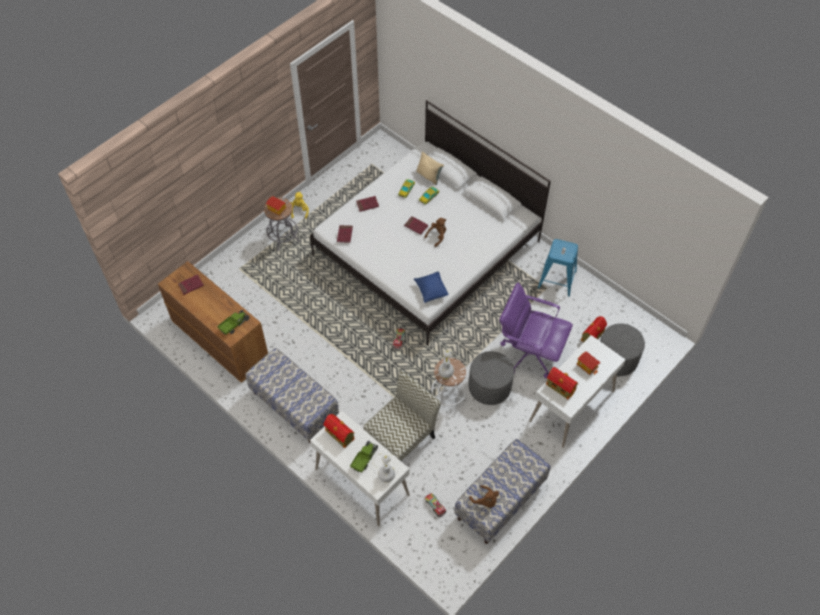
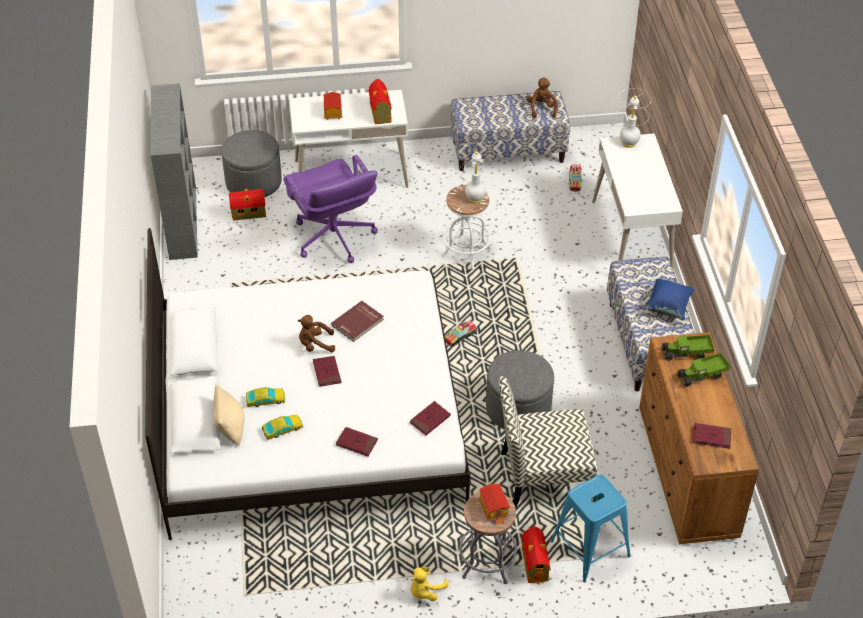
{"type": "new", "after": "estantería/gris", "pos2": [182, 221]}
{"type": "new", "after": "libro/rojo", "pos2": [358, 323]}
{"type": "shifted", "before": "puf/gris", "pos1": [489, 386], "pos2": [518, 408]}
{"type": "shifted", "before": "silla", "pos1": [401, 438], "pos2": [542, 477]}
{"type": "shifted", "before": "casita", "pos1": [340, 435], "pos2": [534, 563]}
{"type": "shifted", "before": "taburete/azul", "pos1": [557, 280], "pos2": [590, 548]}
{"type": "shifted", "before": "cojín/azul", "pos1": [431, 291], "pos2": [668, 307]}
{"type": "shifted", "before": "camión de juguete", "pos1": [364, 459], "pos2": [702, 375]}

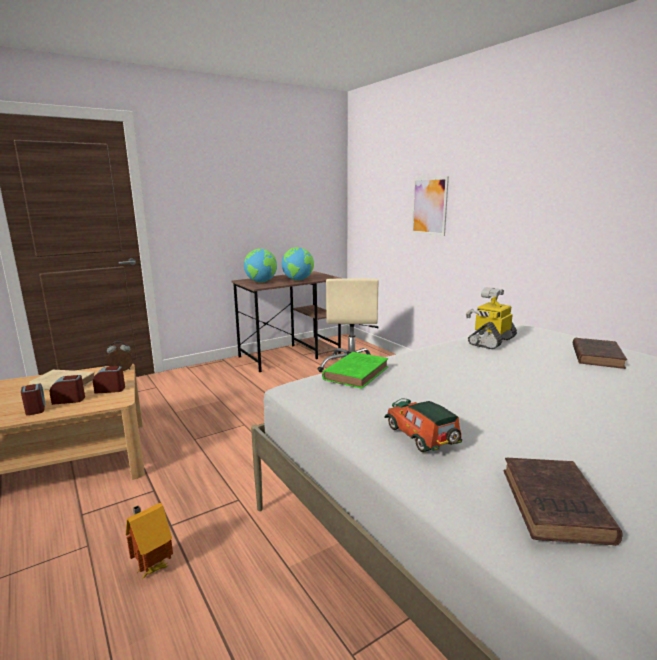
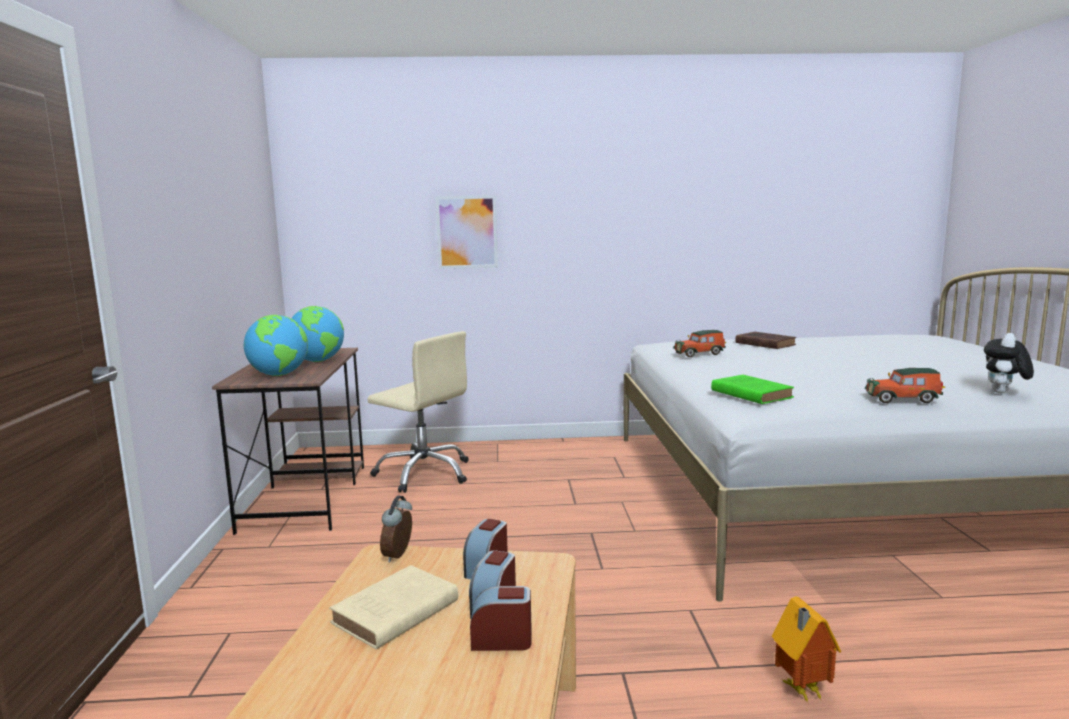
{"type": "swapped", "before": "robot de juguete", "after": "coche de juguete", "pos1": [491, 341], "pos2": [700, 354]}
{"type": "swapped", "before": "libro/marrón", "after": "peluche", "pos1": [555, 507], "pos2": [1003, 393]}

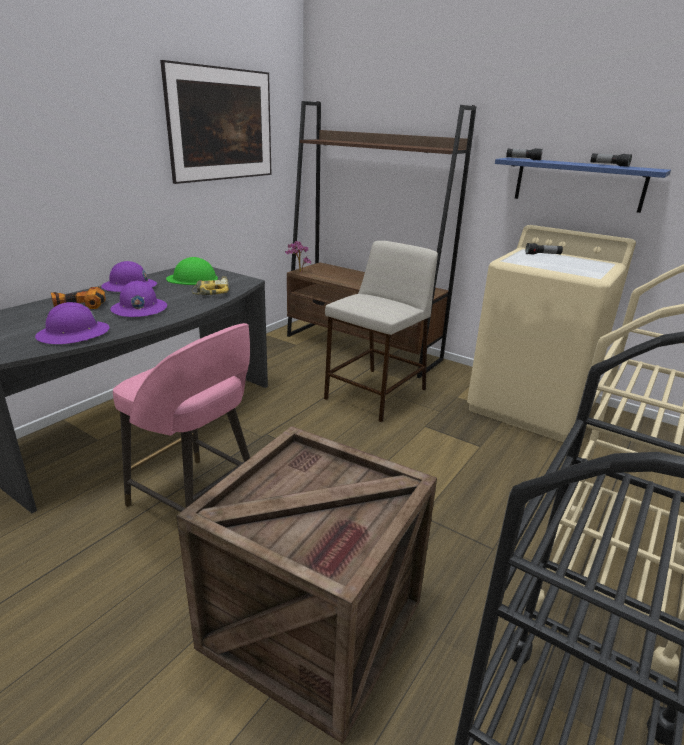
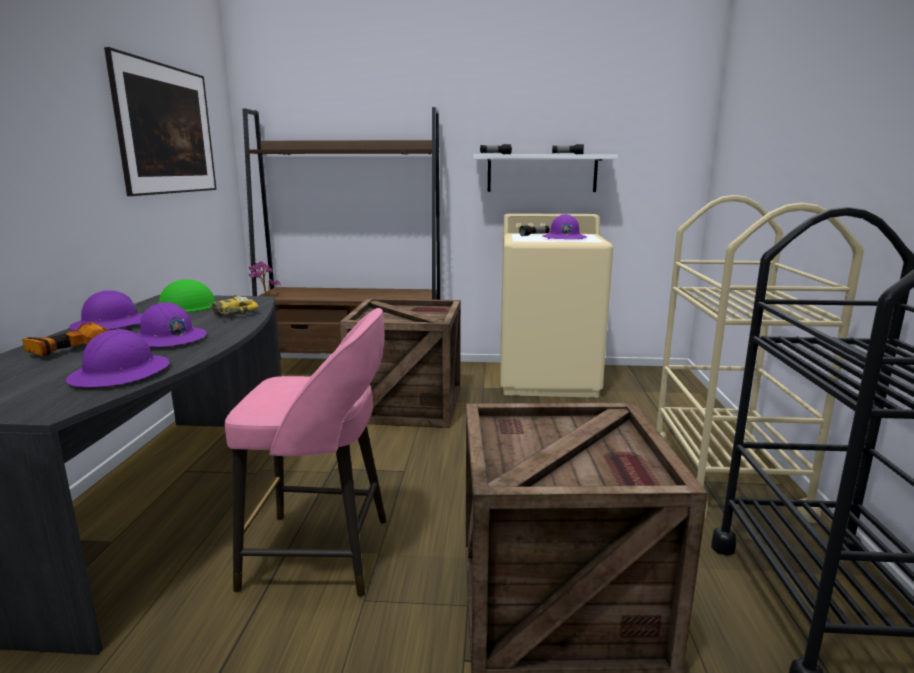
{"type": "swapped", "before": "taburete/beis", "after": "caja de embalaje", "pos1": [375, 394], "pos2": [409, 404]}
{"type": "repainted", "before": "estante/azul", "after": "estante/blanco", "pos1": [578, 184], "pos2": [542, 173]}
{"type": "new", "after": "casco/morado", "pos2": [564, 238]}

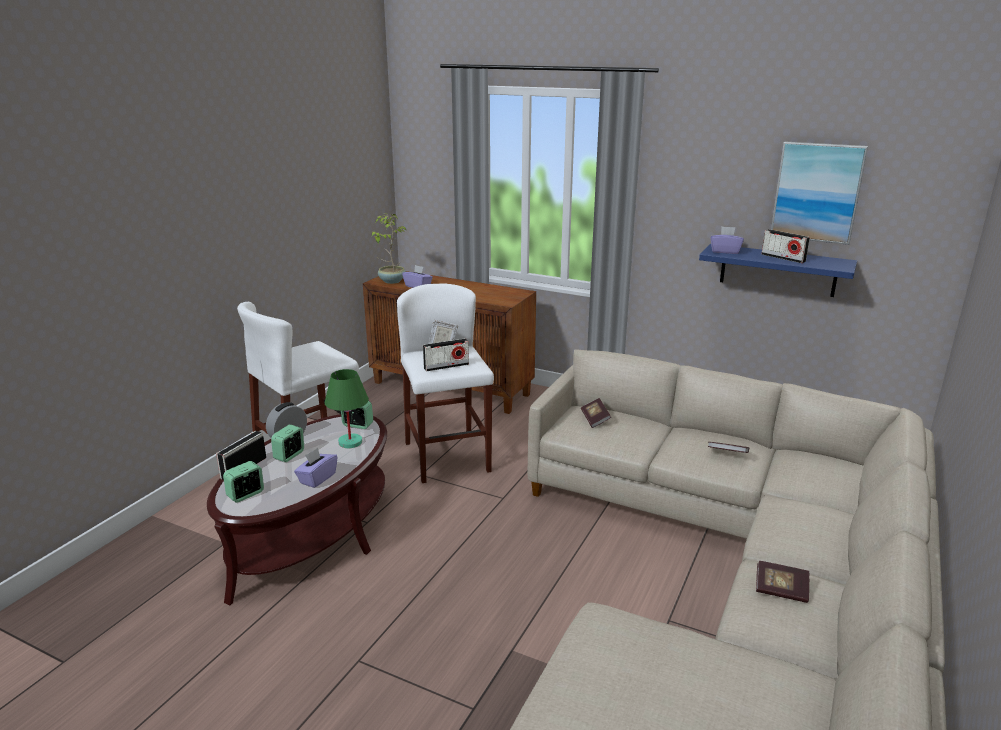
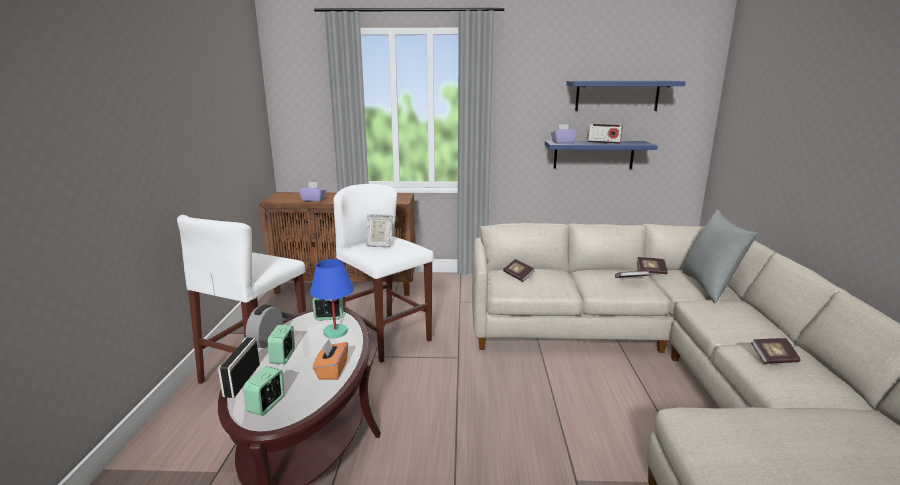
{"type": "repainted", "before": "lámpara de mesa/verde", "after": "lámpara de mesa/azul", "pos1": [350, 442], "pos2": [335, 332]}
{"type": "repainted", "before": "caja de pañuelos/morado", "after": "caja de pañuelos/naranja", "pos1": [317, 478], "pos2": [332, 370]}
{"type": "swapped", "before": "cuadro", "after": "estante/azul", "pos1": [817, 192], "pos2": [617, 95]}
{"type": "new", "after": "libro", "pos2": [651, 271]}
{"type": "new", "after": "cojín/gris", "pos2": [710, 287]}
{"type": "gone", "before": "planta en maceta", "pos1": [391, 281]}
{"type": "gone", "before": "radio", "pos1": [446, 366]}

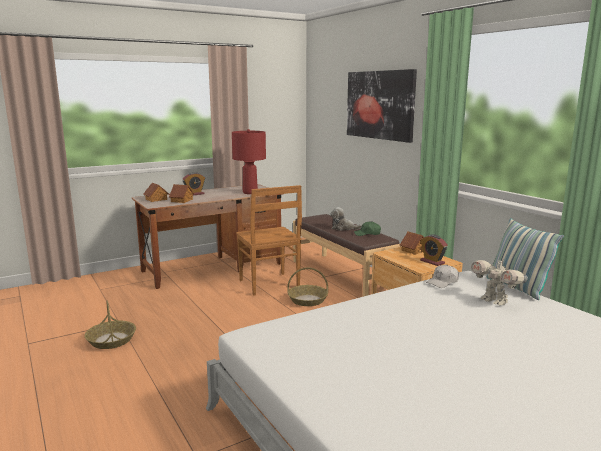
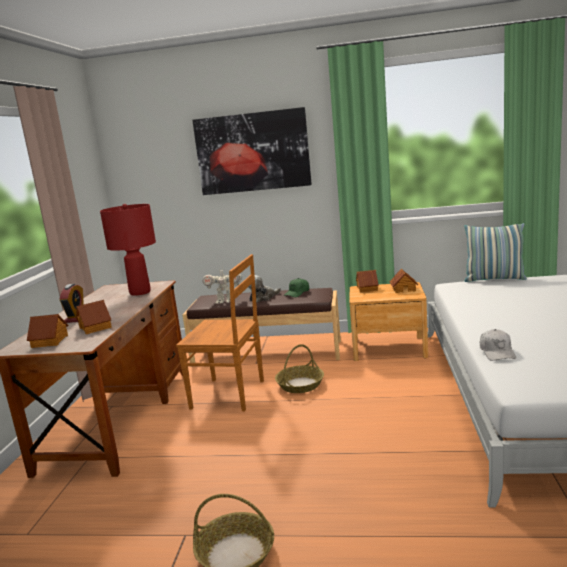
{"type": "shifted", "before": "robot de juguete", "pos1": [495, 301], "pos2": [225, 301]}
{"type": "swapped", "before": "despertador", "after": "casita", "pos1": [432, 262], "pos2": [404, 289]}
{"type": "shifted", "before": "gorra/blanco", "pos1": [443, 282], "pos2": [497, 352]}

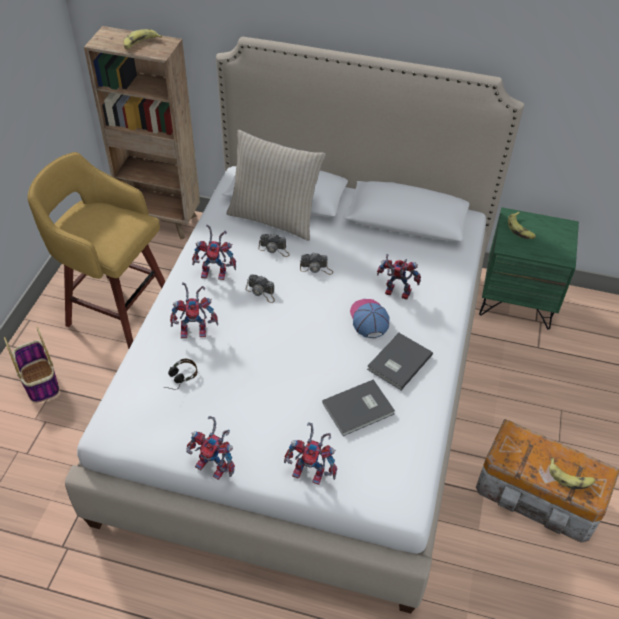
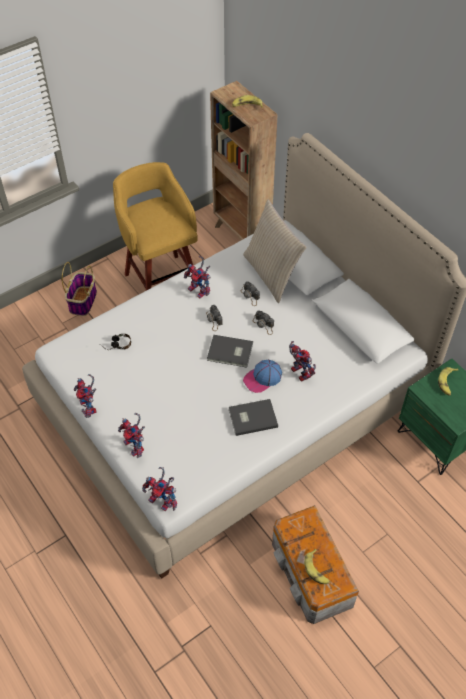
{"type": "shifted", "before": "robot de juguete", "pos1": [196, 330], "pos2": [163, 500]}
{"type": "shifted", "before": "libro/gris", "pos1": [360, 409], "pos2": [230, 353]}
{"type": "rotated", "before": "gorra", "pos1": [368, 319], "pos2": [262, 378], "turn": -150}

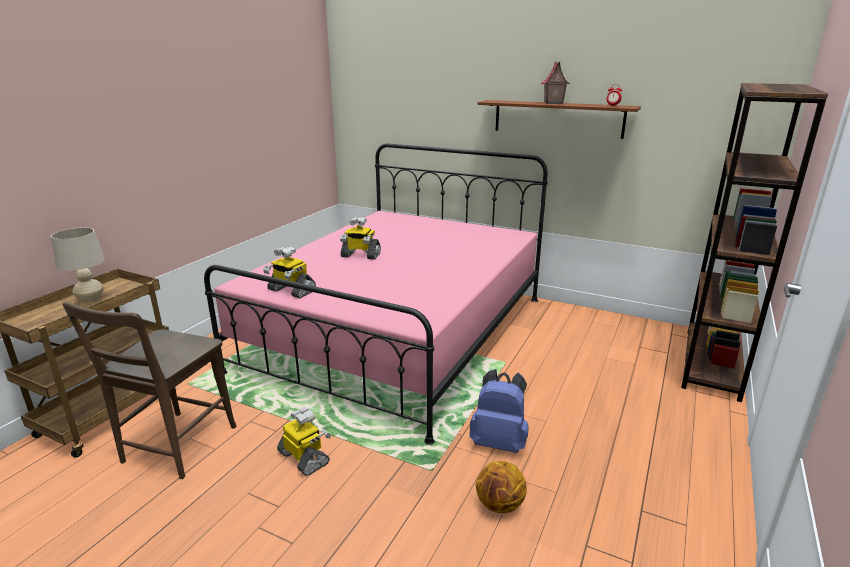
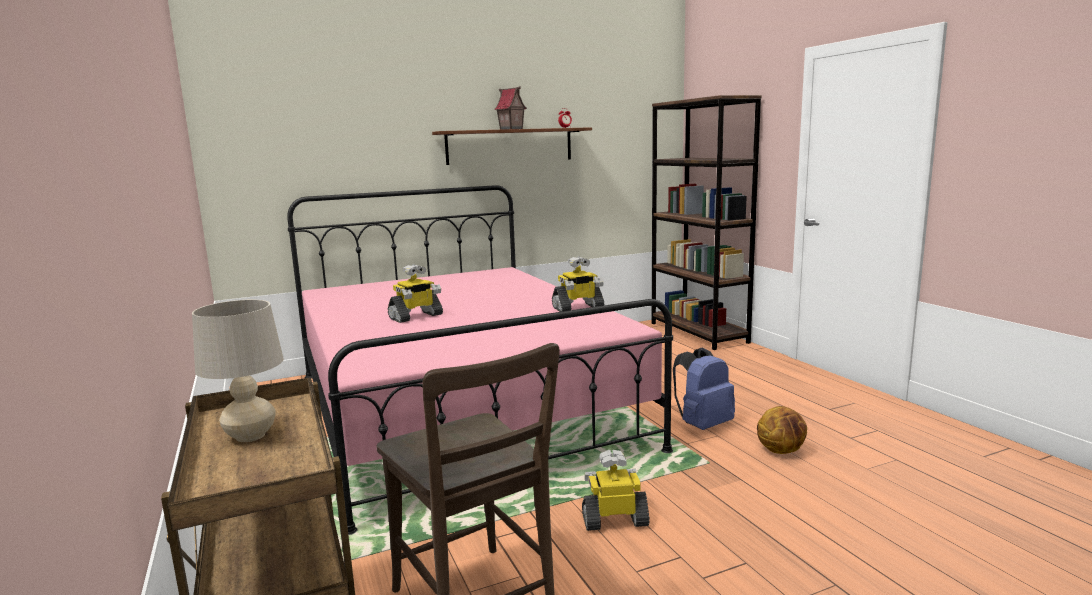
{"type": "shifted", "before": "robot de juguete", "pos1": [291, 291], "pos2": [578, 308]}

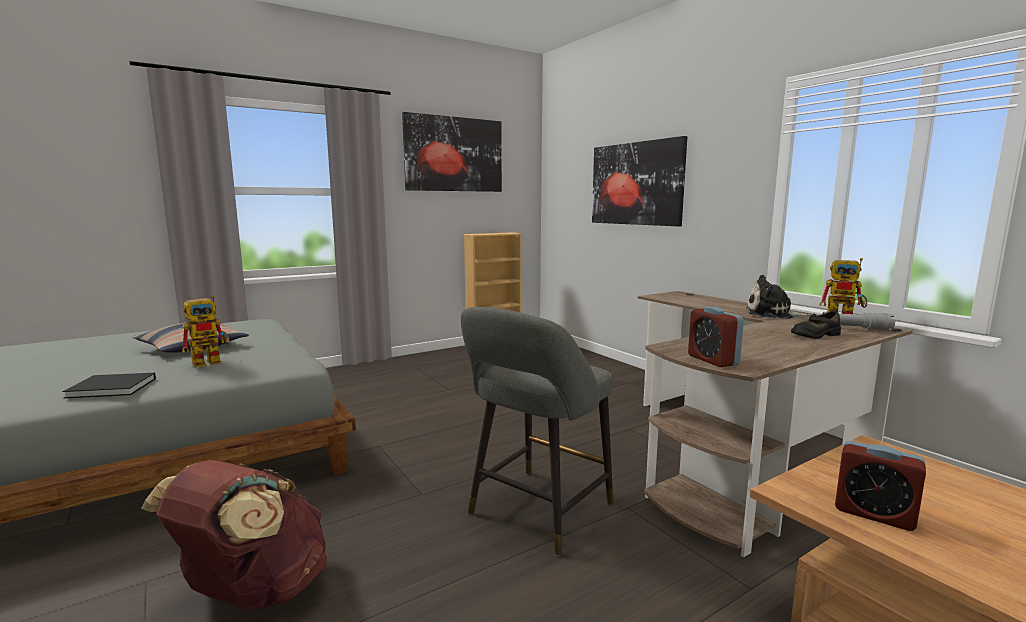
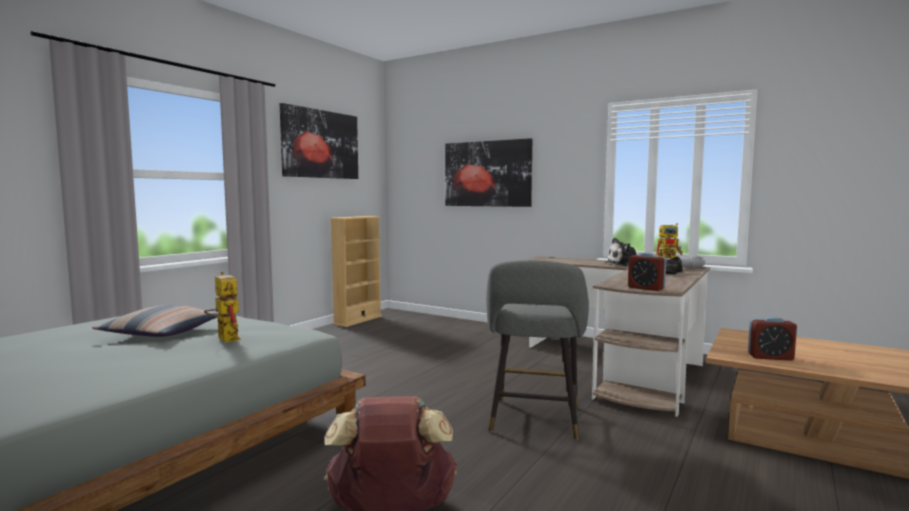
{"type": "rotated", "before": "robot de juguete", "pos1": [212, 361], "pos2": [225, 338], "turn": -60}
{"type": "gone", "before": "libro/negro", "pos1": [114, 388]}

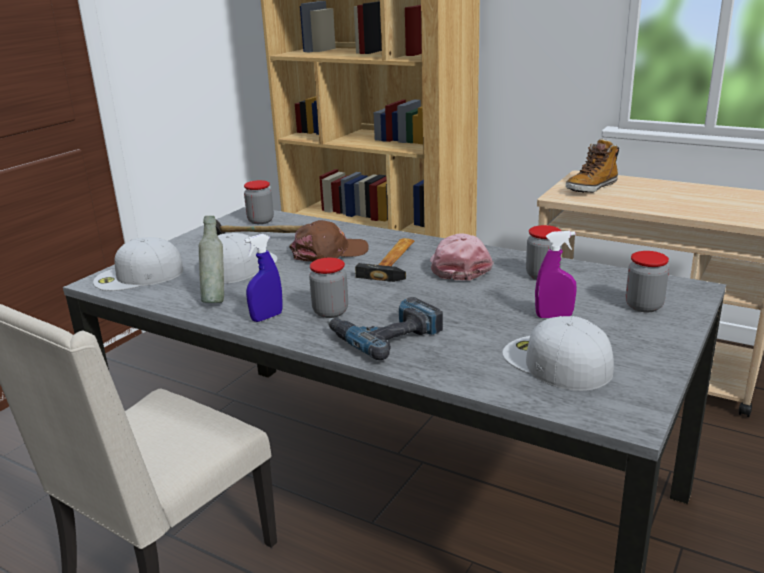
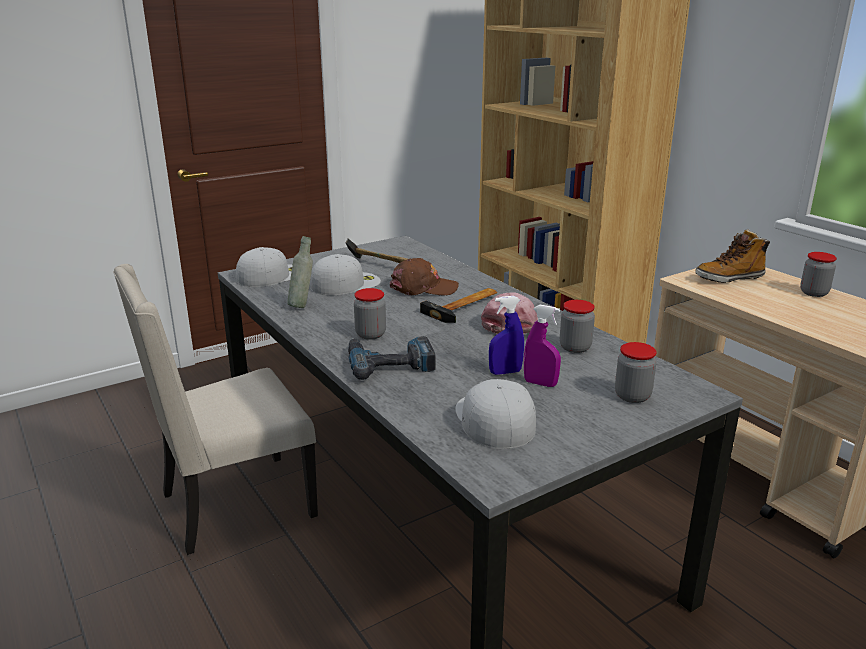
{"type": "rotated", "before": "gorra/blanco", "pos1": [138, 276], "pos2": [271, 275], "turn": 135}
{"type": "shifted", "before": "pulverizador/azul", "pos1": [267, 317], "pos2": [505, 372]}
{"type": "shifted", "before": "tarro", "pos1": [260, 221], "pos2": [813, 293]}

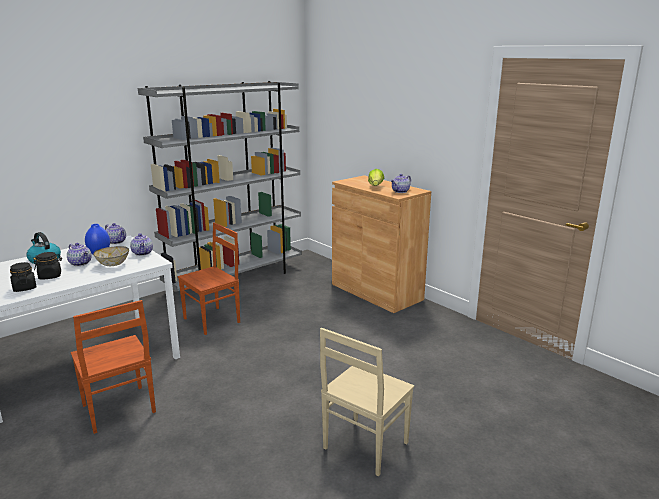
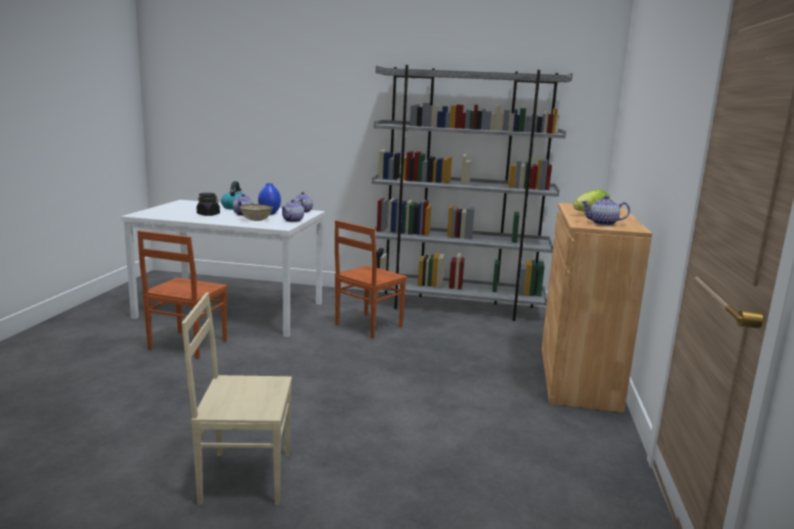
{"type": "rotated", "before": "silla/marrón", "pos1": [213, 320], "pos2": [367, 326], "turn": 120}
{"type": "gone", "before": "tarro/negro", "pos1": [24, 288]}

